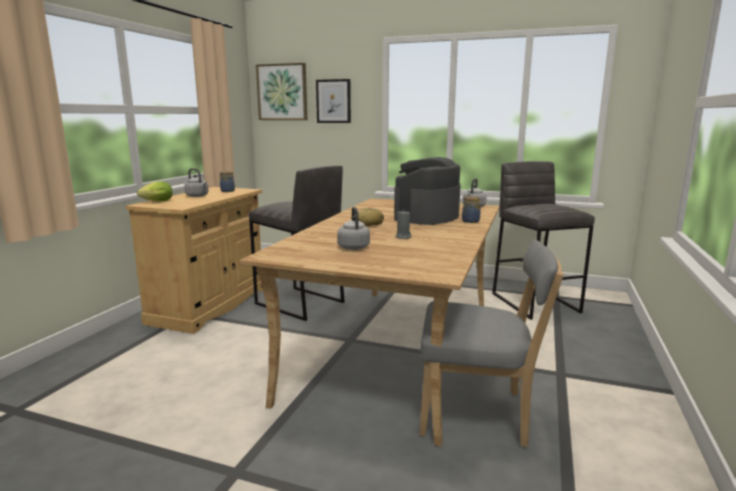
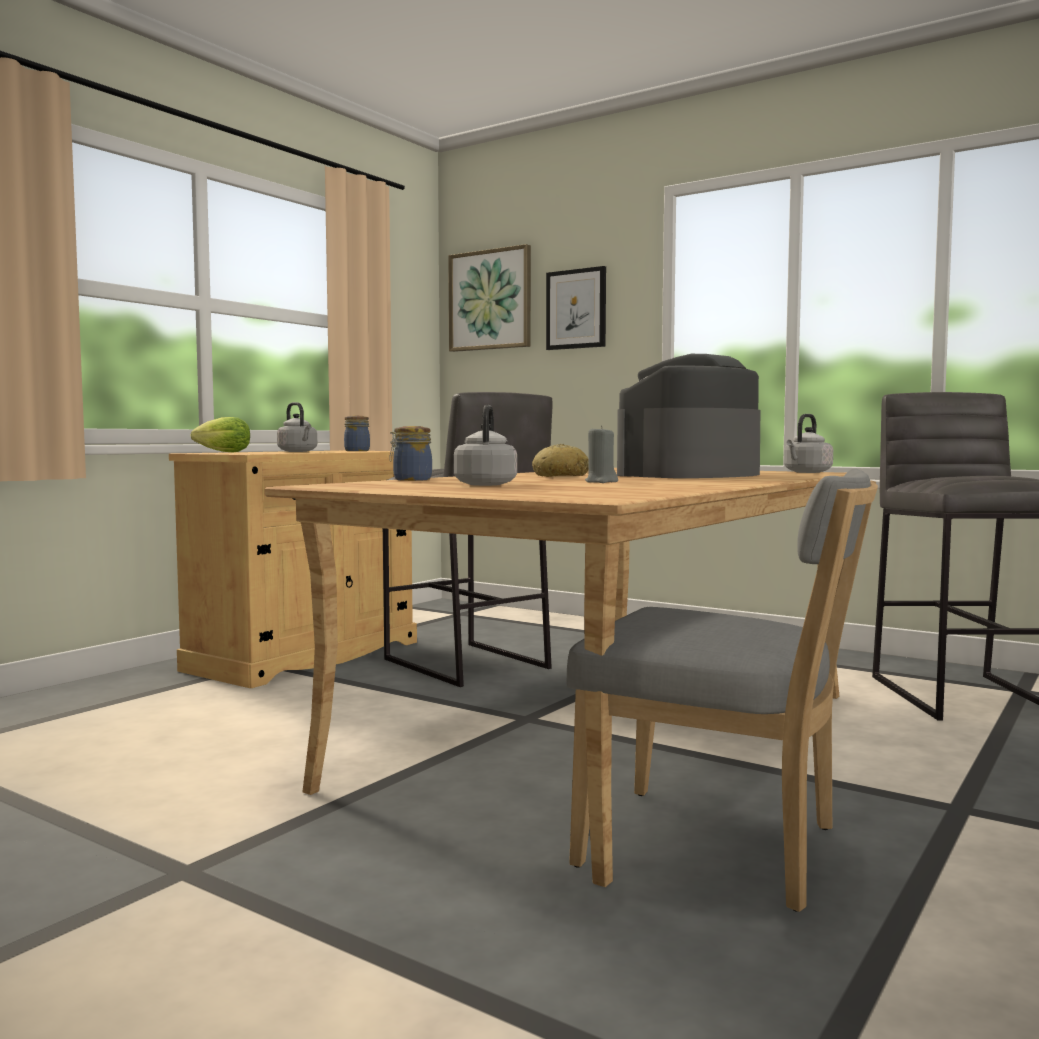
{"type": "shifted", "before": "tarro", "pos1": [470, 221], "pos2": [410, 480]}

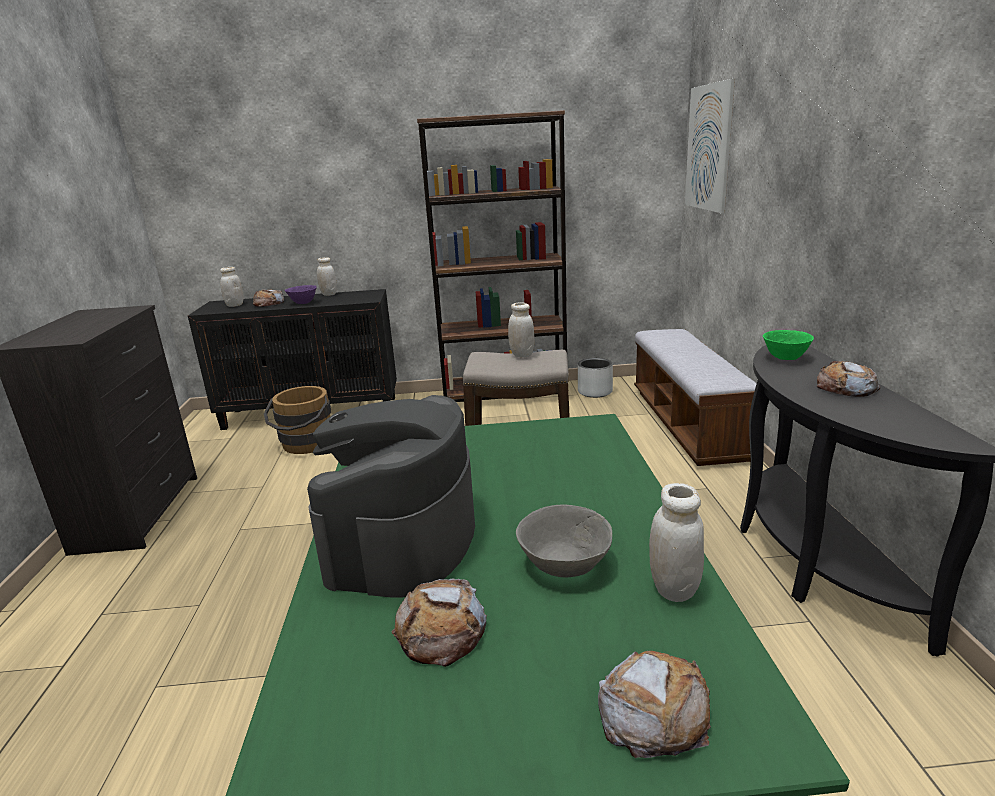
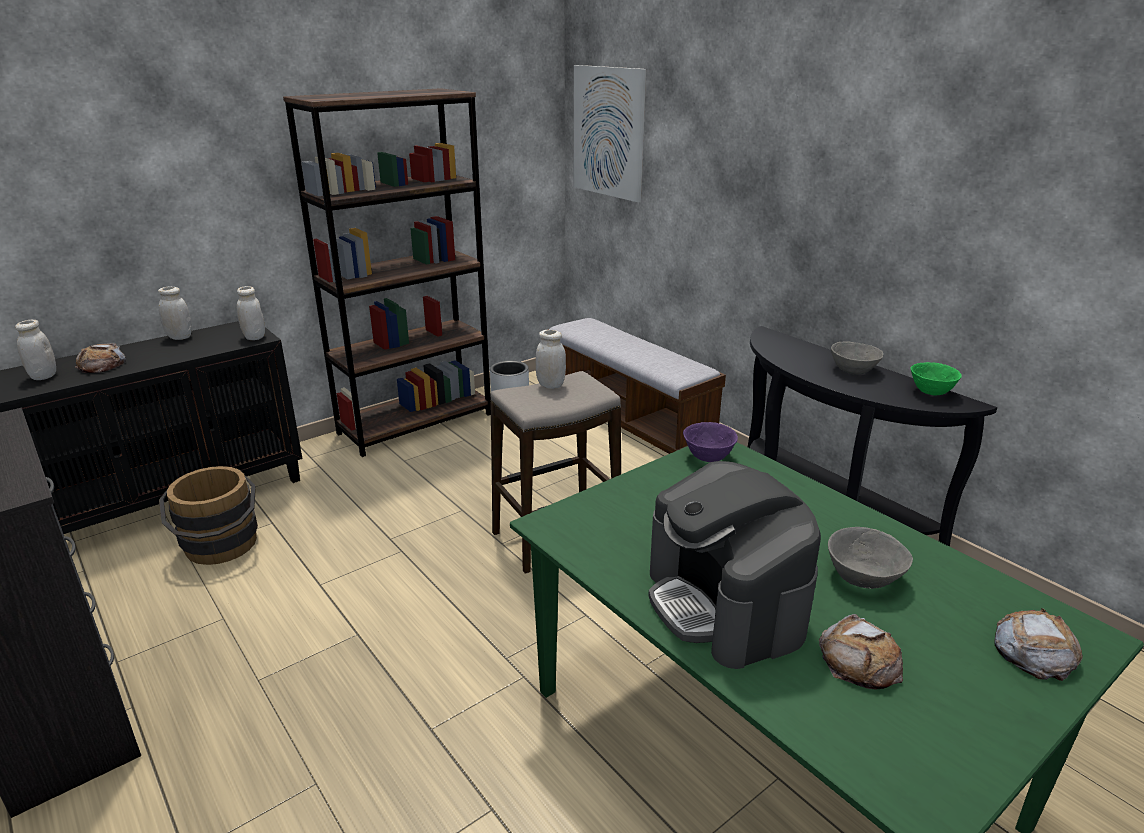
{"type": "shifted", "before": "tarro/blanco", "pos1": [674, 588], "pos2": [254, 337]}
{"type": "shifted", "before": "cuenco/morado", "pos1": [303, 303], "pos2": [708, 458]}
{"type": "swapped", "before": "pan", "after": "cuenco/gris", "pos1": [846, 387], "pos2": [853, 370]}
{"type": "shifted", "before": "cuenco/verde", "pos1": [784, 358], "pos2": [931, 393]}

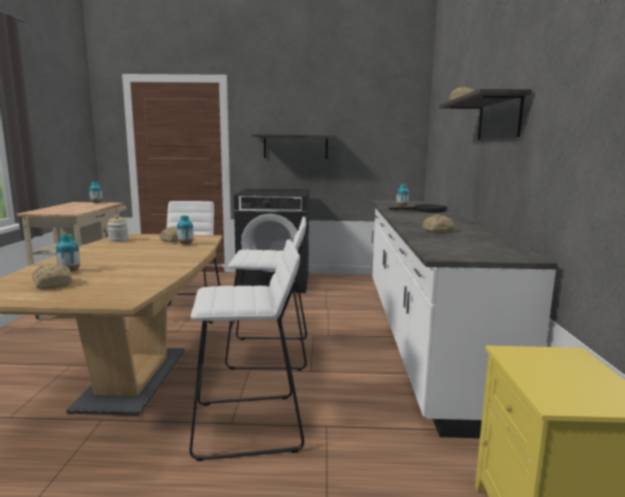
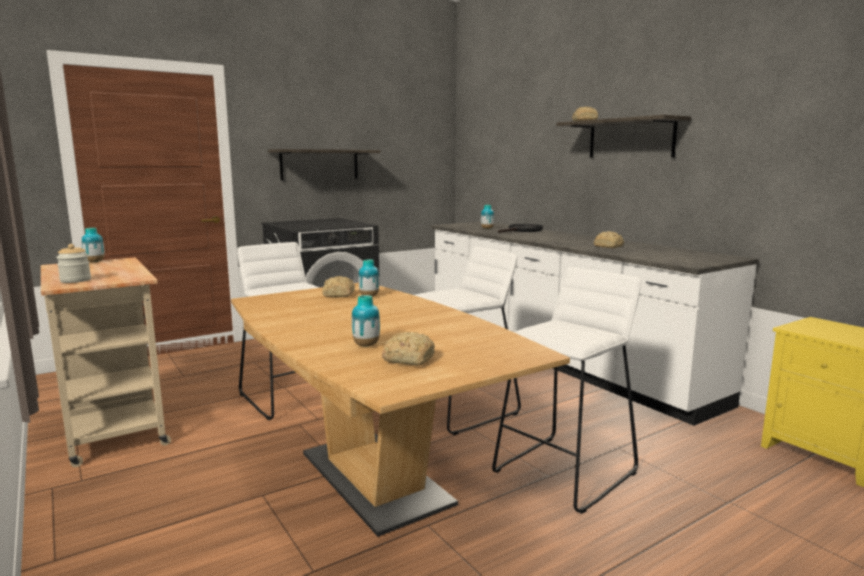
{"type": "shifted", "before": "tarro", "pos1": [118, 240], "pos2": [75, 280]}

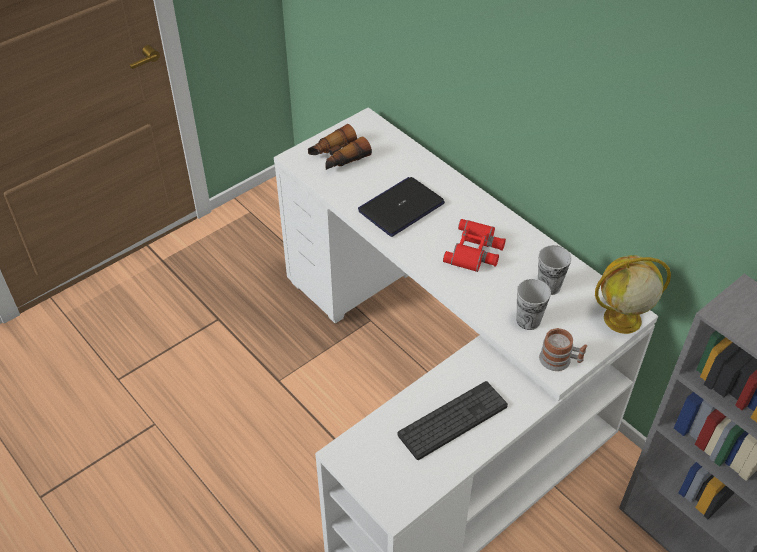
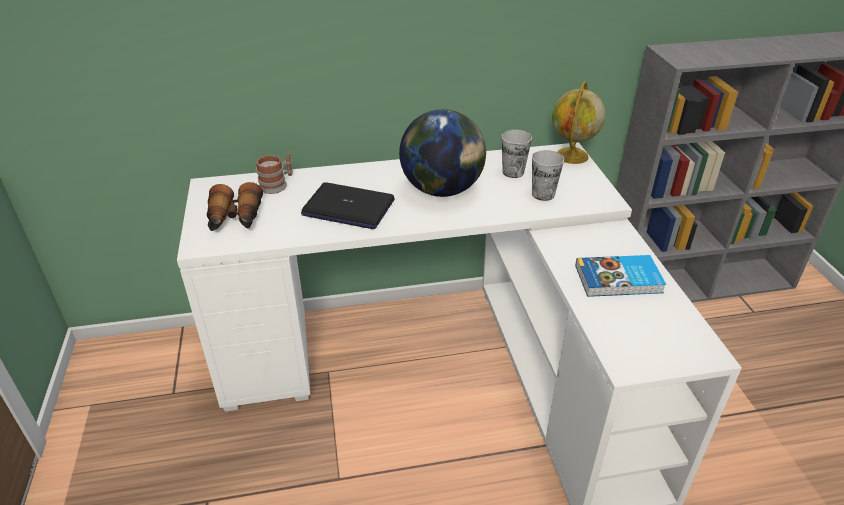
{"type": "shifted", "before": "taza grande", "pos1": [560, 360], "pos2": [277, 185]}
{"type": "rotated", "before": "portátil", "pos1": [401, 207], "pos2": [348, 207], "turn": -60}
{"type": "swapped", "before": "prismáticos/rojo", "after": "globo terráqueo", "pos1": [476, 251], "pos2": [442, 190]}
{"type": "swapped", "before": "teclado", "after": "libro", "pos1": [453, 420], "pos2": [619, 280]}

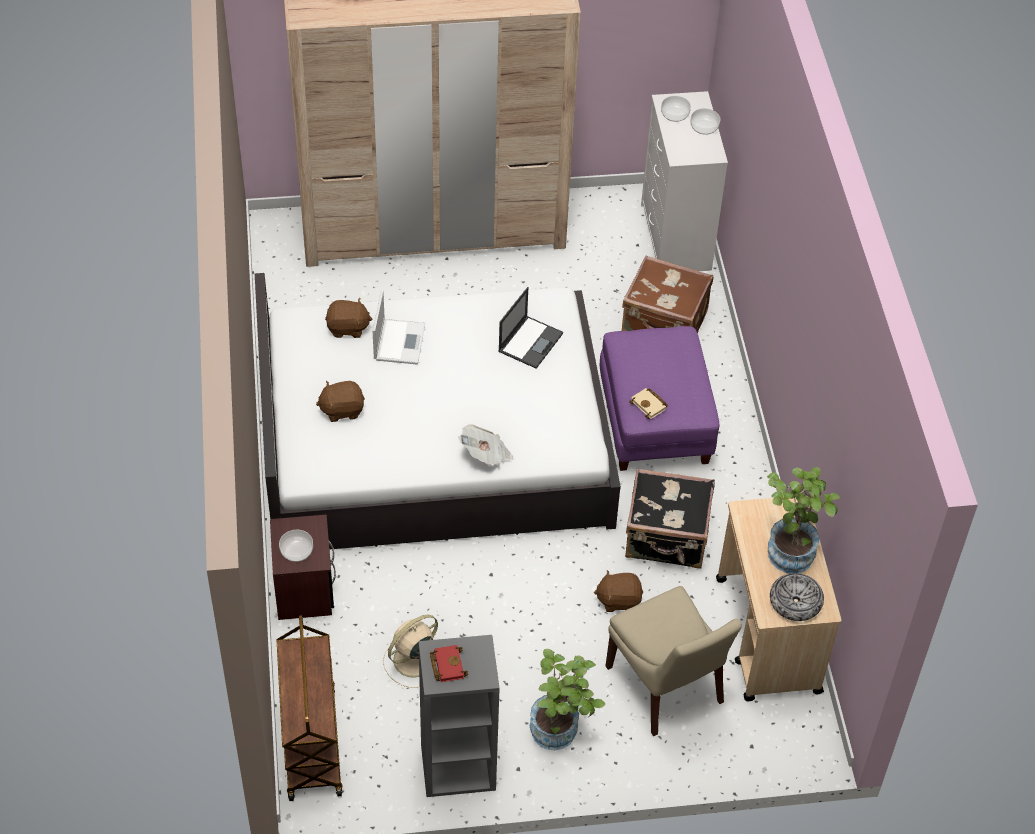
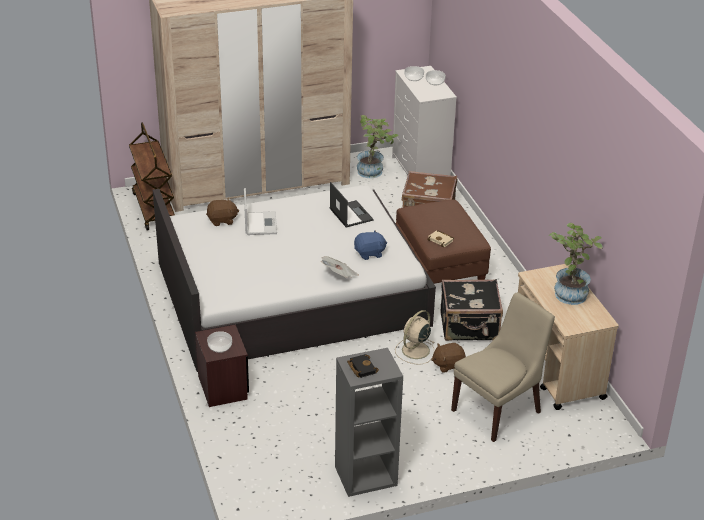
{"type": "shifted", "before": "carrito/marrón", "pos1": [310, 742], "pos2": [153, 209]}
{"type": "rotated", "before": "portátil", "pos1": [530, 342], "pos2": [350, 214], "turn": -45}
{"type": "repainted", "before": "libro/rojo", "after": "libro/negro", "pos1": [447, 665], "pos2": [361, 368]}
{"type": "new", "after": "peluche/azul", "pos2": [369, 253]}
{"type": "shifted", "before": "planta en maceta", "pos1": [561, 731], "pos2": [374, 171]}
{"type": "shifted", "before": "ventilador/beis", "pos1": [412, 661], "pos2": [414, 351]}
{"type": "repainted", "before": "puf/morado", "after": "puf/marrón", "pos1": [654, 423], "pos2": [439, 267]}
{"type": "rotated", "before": "silla/beis", "pos1": [666, 688], "pos2": [498, 410], "turn": -90}
{"type": "gone", "before": "peluche/marrón", "pos1": [342, 410]}
{"type": "gone", "before": "cuenco", "pos1": [795, 602]}

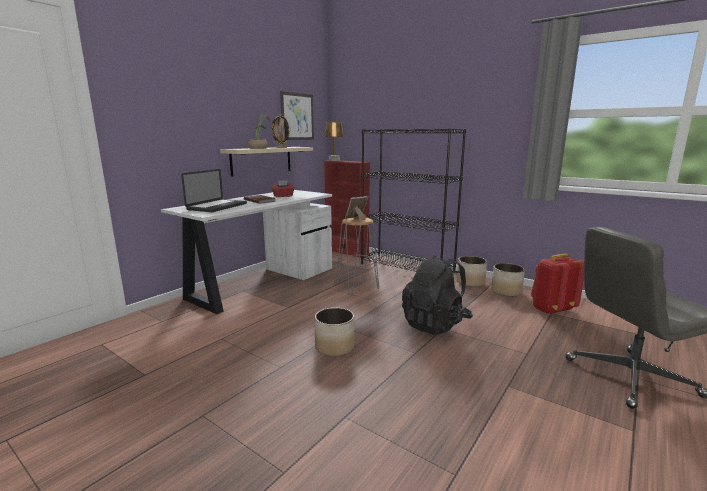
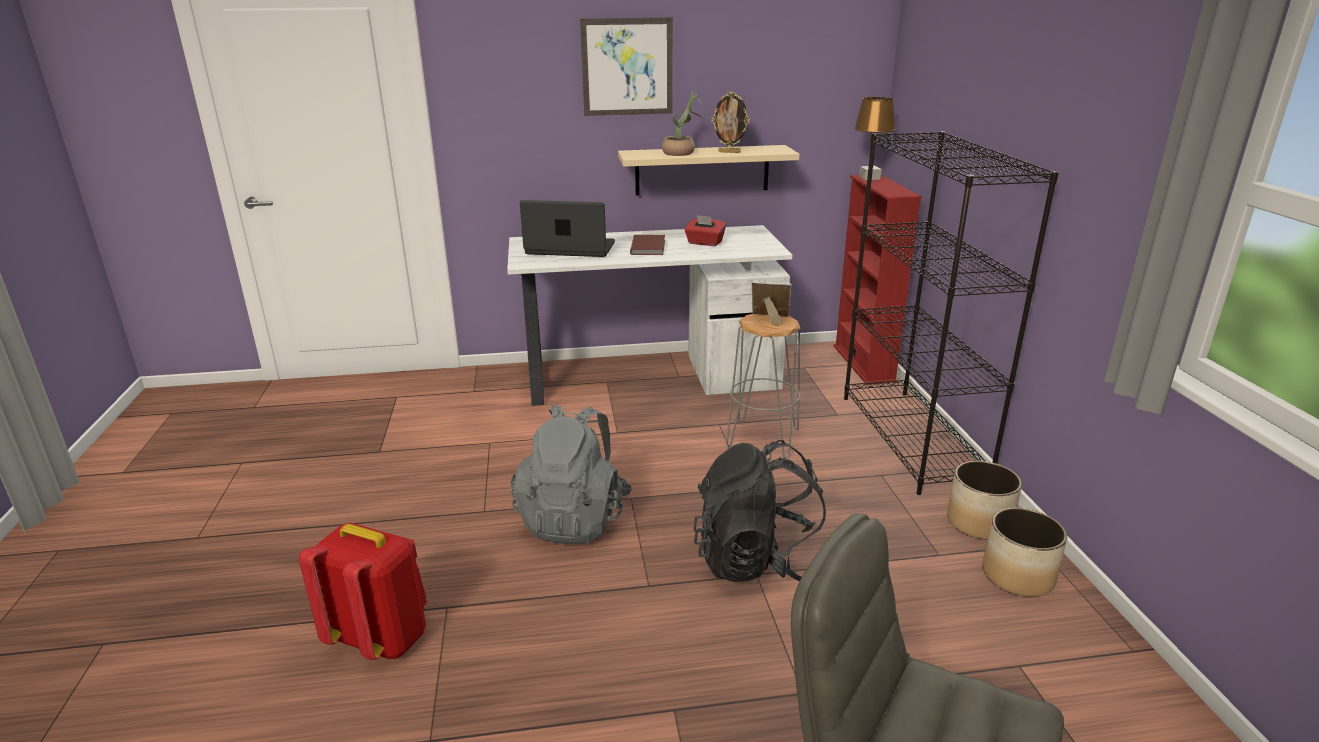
{"type": "shifted", "before": "mochila/rojo", "pos1": [551, 309], "pos2": [381, 638]}
{"type": "swapped", "before": "maceta", "after": "mochila/gris", "pos1": [335, 346], "pos2": [574, 518]}
{"type": "rotated", "before": "portátil", "pos1": [217, 207], "pos2": [570, 249], "turn": -150}
{"type": "shifted", "before": "cuadro", "pos1": [297, 116], "pos2": [627, 67]}

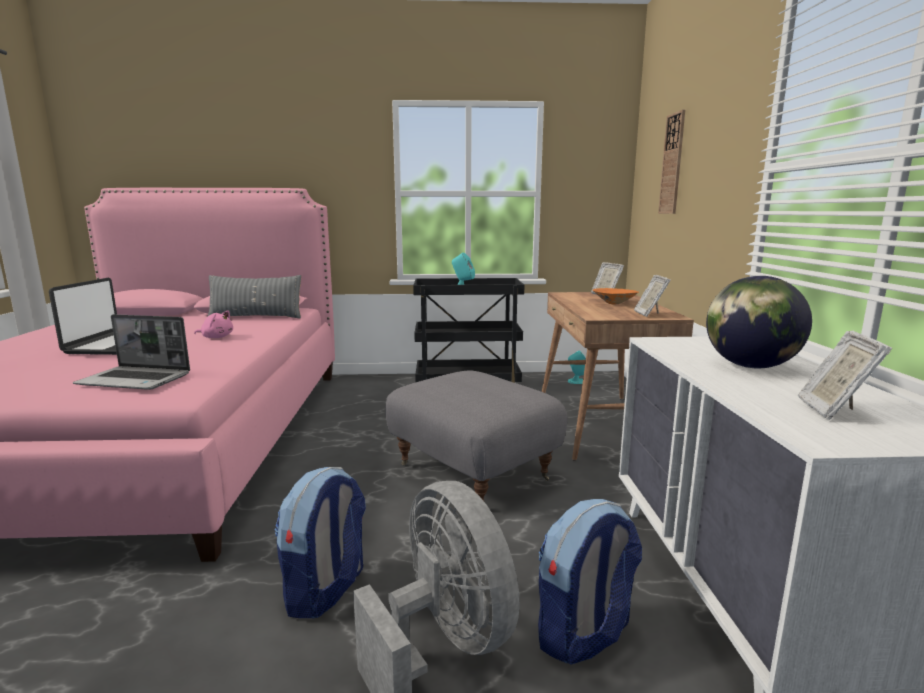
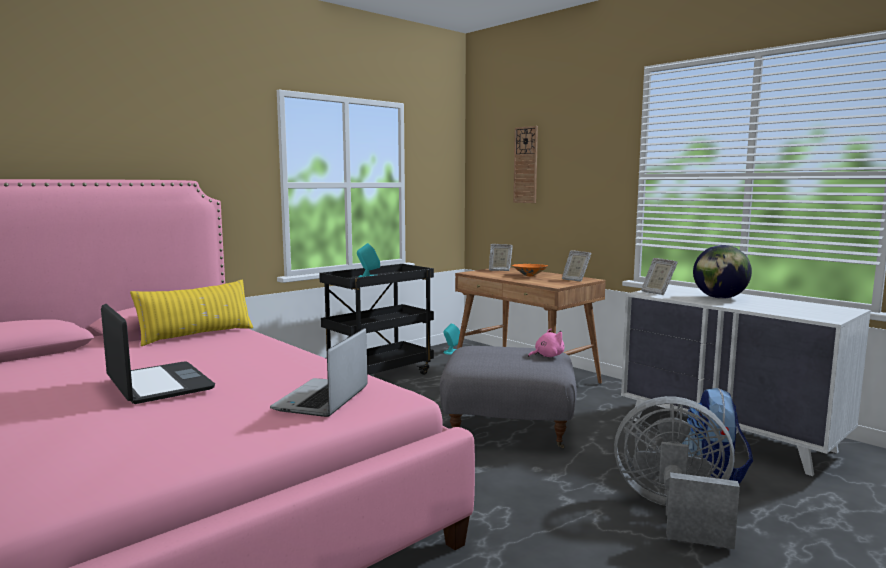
{"type": "repainted", "before": "cojín/gris", "after": "cojín/amarillo", "pos1": [256, 317], "pos2": [197, 335]}
{"type": "rotated", "before": "portátil", "pos1": [136, 380], "pos2": [322, 399], "turn": 135}
{"type": "shifted", "before": "peluche/rosa", "pos1": [216, 337], "pos2": [547, 356]}
{"type": "shifted", "before": "portarretratos", "pos1": [833, 410], "pos2": [657, 292]}
{"type": "gone", "before": "mochila", "pos1": [326, 590]}

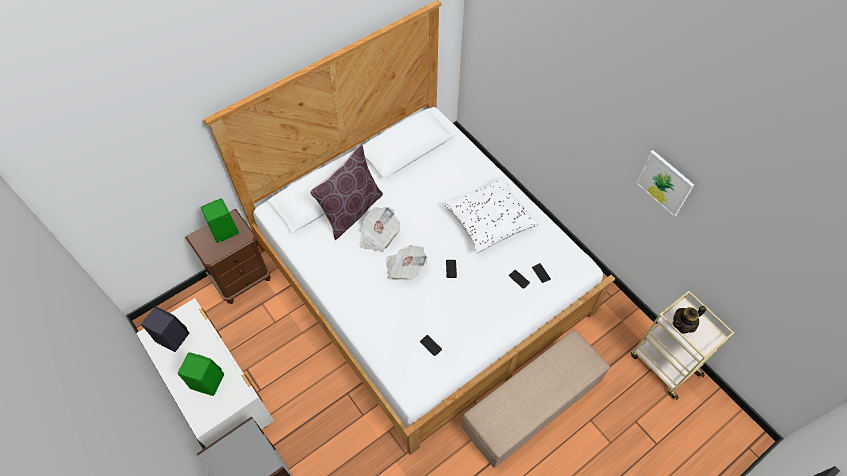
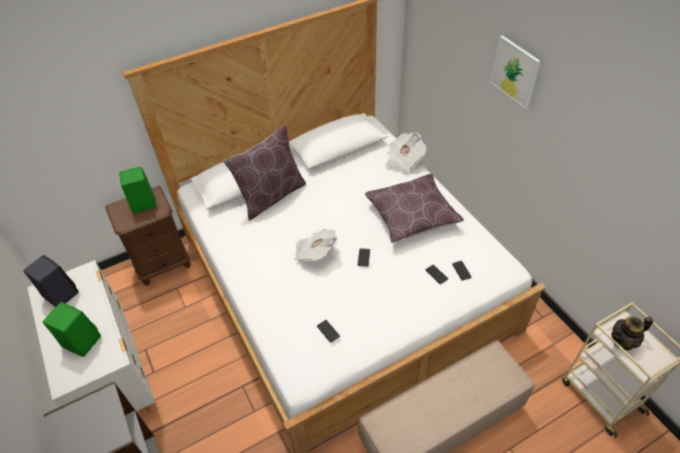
{"type": "repainted", "before": "cojín/blanco", "after": "cojín/marrón", "pos1": [489, 220], "pos2": [412, 215]}
{"type": "shifted", "before": "periódico", "pos1": [378, 236], "pos2": [403, 161]}
{"type": "shifted", "before": "cuadro", "pos1": [664, 183], "pos2": [515, 72]}

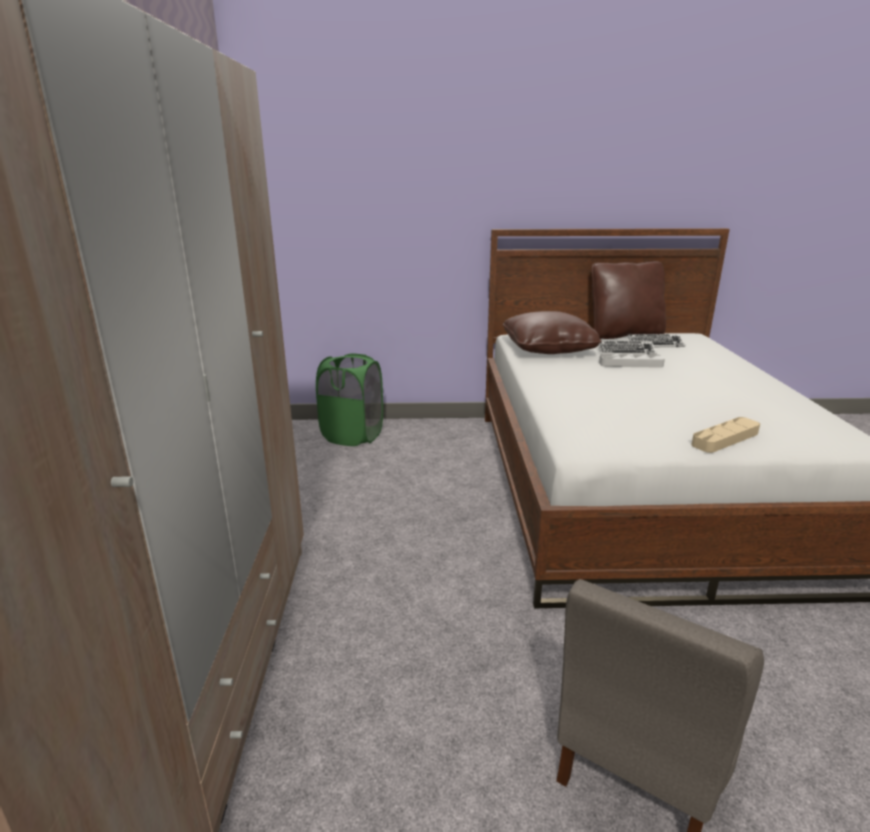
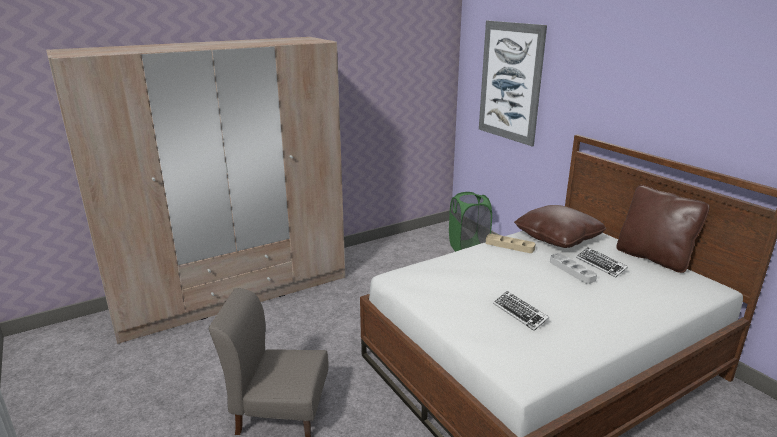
{"type": "new", "after": "cuadro", "pos2": [510, 82]}
{"type": "shifted", "before": "bandeja/beis", "pos1": [725, 439], "pos2": [509, 246]}
{"type": "shifted", "before": "teclado", "pos1": [655, 344], "pos2": [520, 313]}

